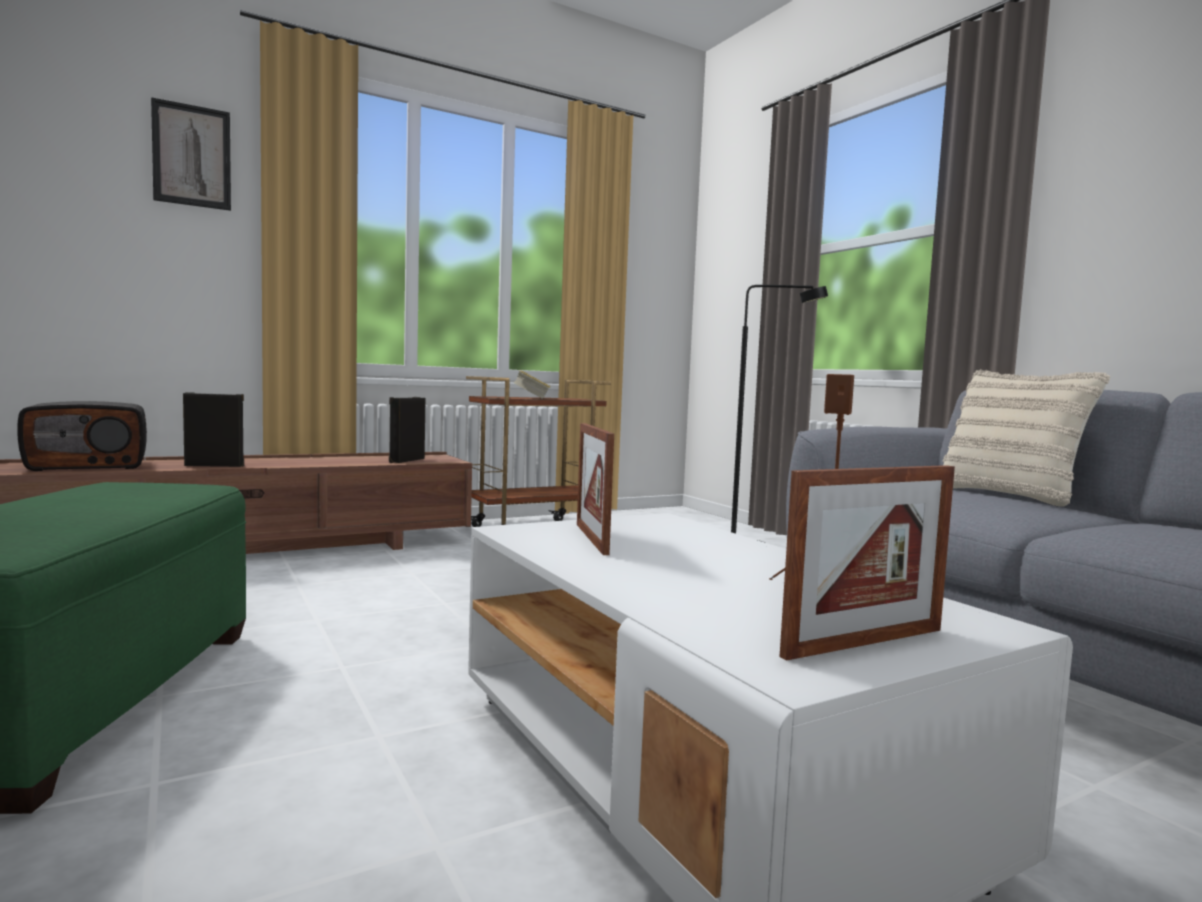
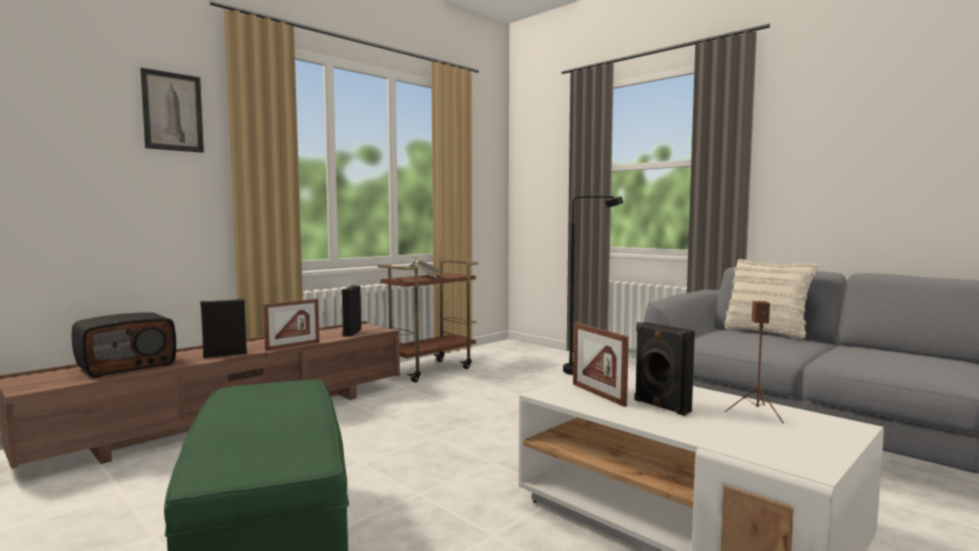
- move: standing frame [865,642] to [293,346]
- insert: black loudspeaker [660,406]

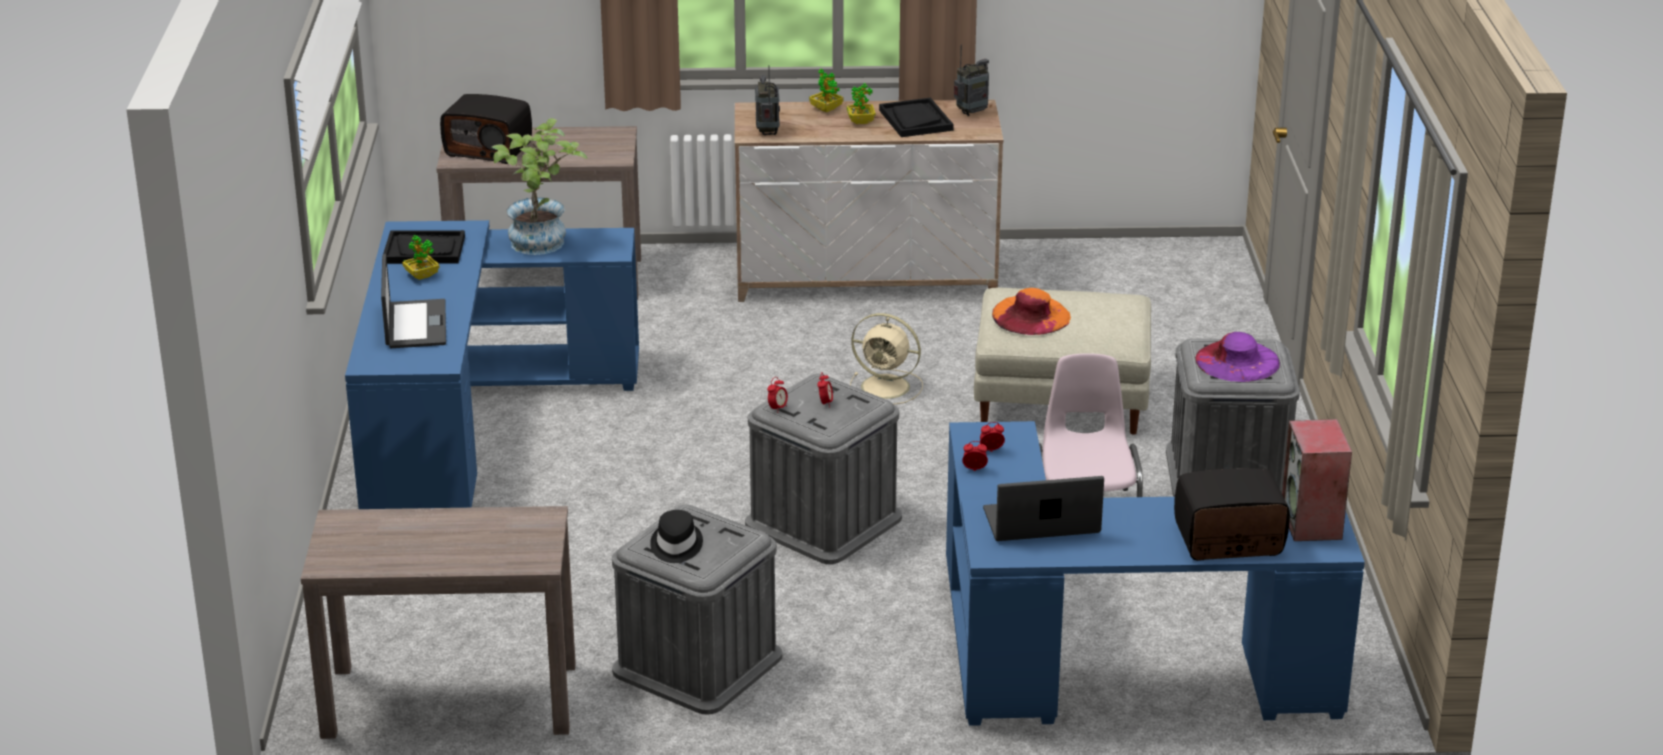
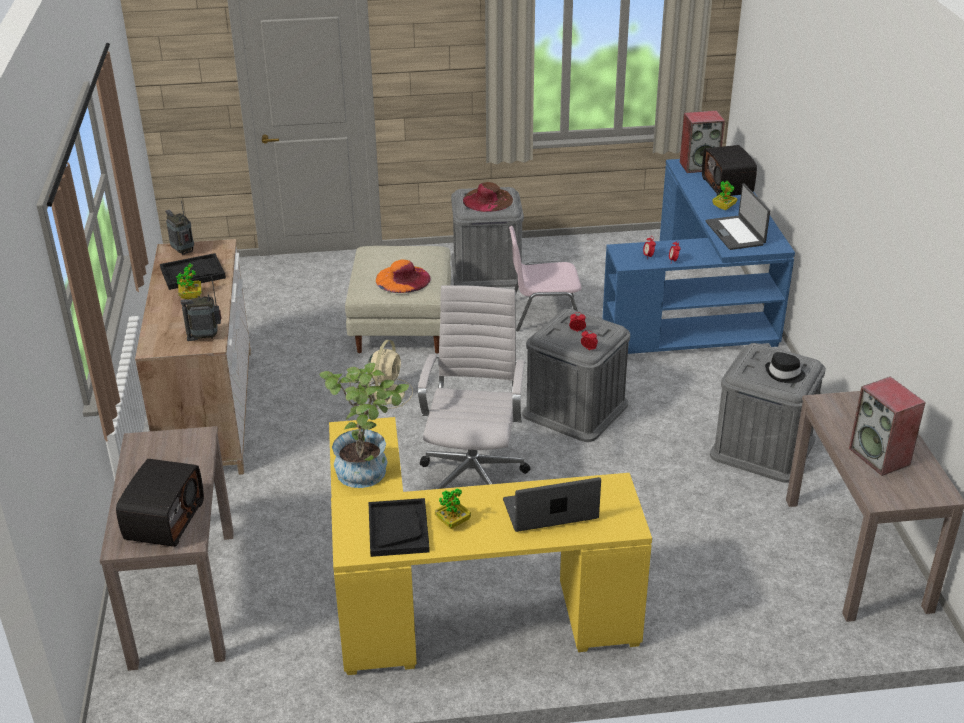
- recolor: bluish desk unit [469,418] to yellow-coloured desk unit [455,607]
- move: plant in a pot [826,109] to [724,207]
- recolor: purple hat [1237,361] to brown hat [487,200]
- insert: whitish office chair [473,475]
- insert: loudspeaker [880,456]

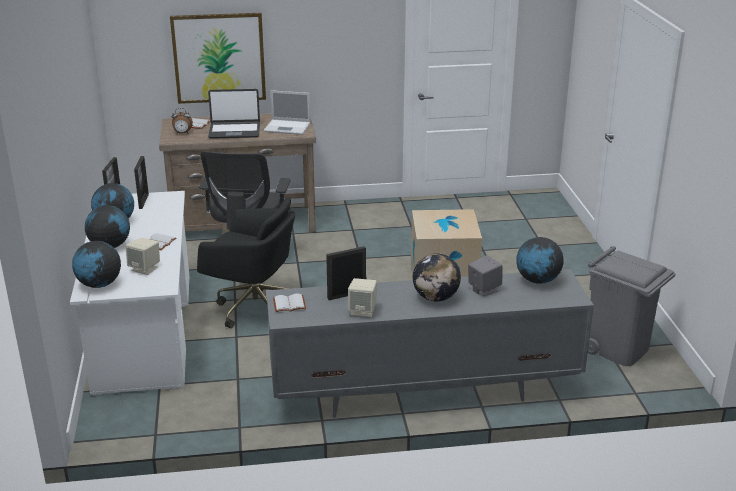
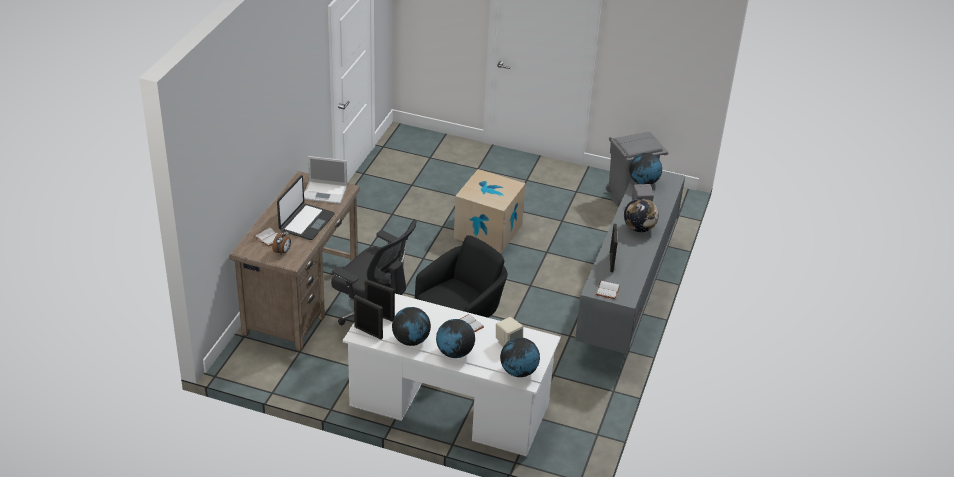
- delete: wall art [219,58]
- rotate: notebook computer [288,127] = [325,192] 60 degrees clockwise
- delete: beige-coloured loudspeaker [362,311]

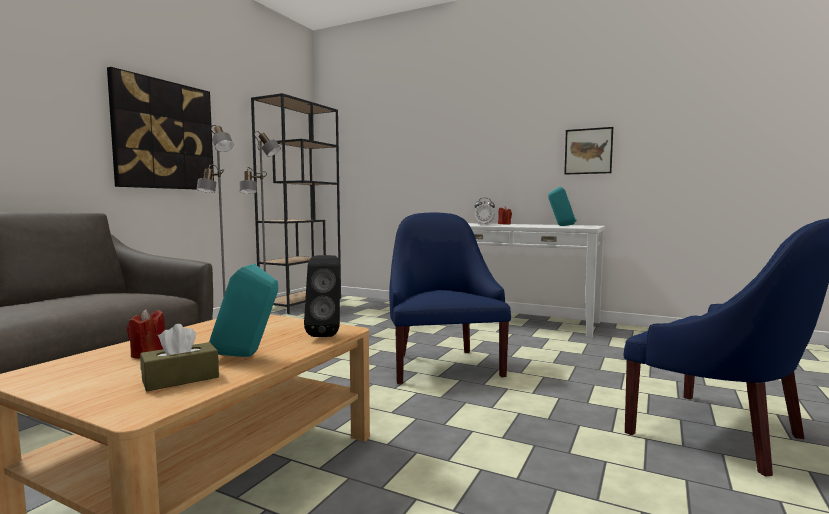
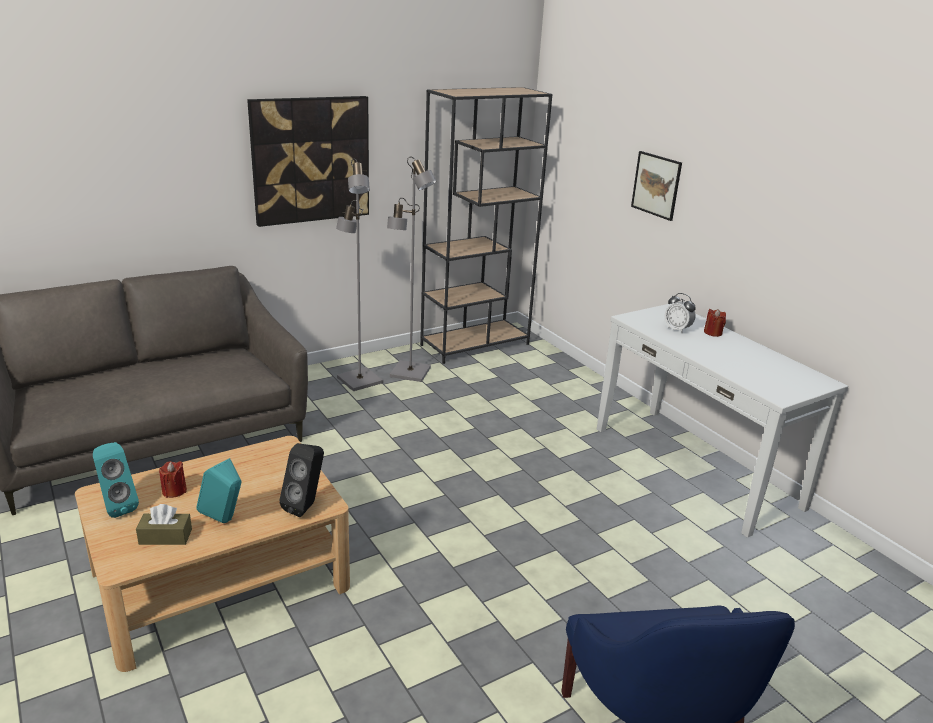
- delete: bluish armchair [442,365]
- move: blue-green loudspeaker [561,226] to [117,507]
- move: wall art [588,151] to [656,185]

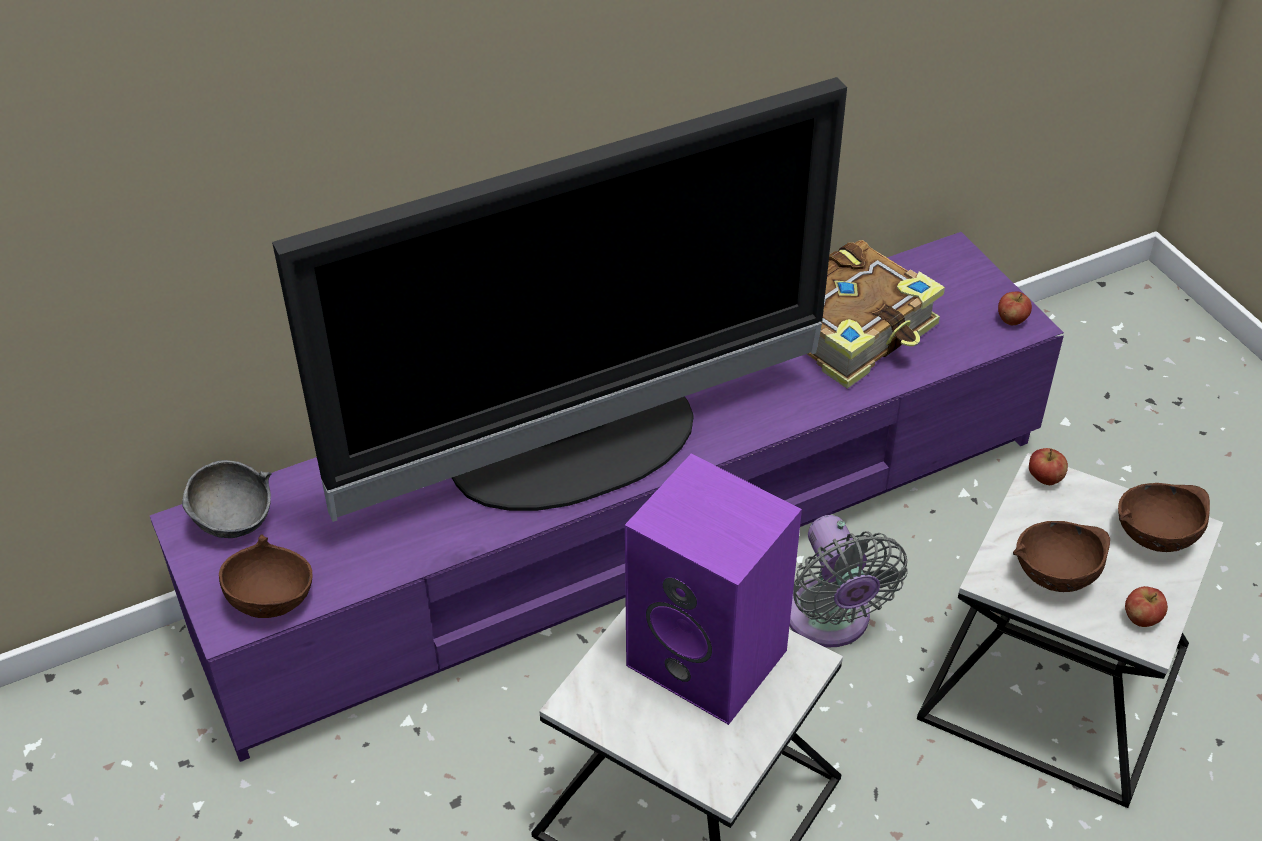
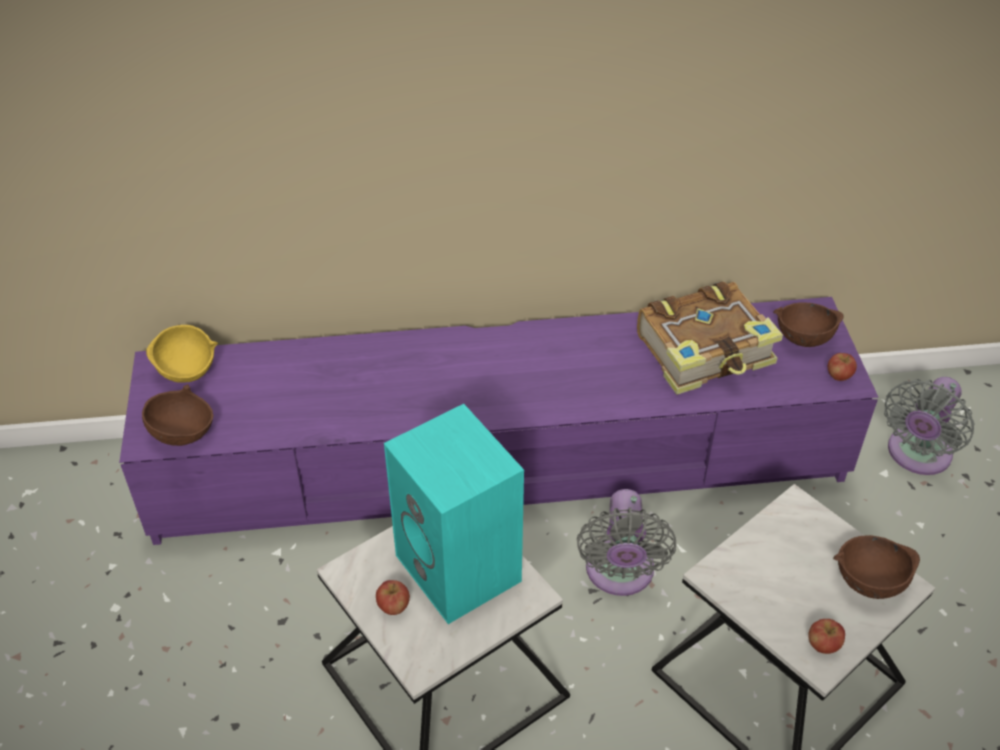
- recolor: greyish deep dish [234,521] to yellow-coloured deep dish [187,371]
- delete: television [579,453]
- recolor: purple loudspeaker [711,657] to blue-green loudspeaker [462,569]
- move: brown deep dish [1054,573] to [803,337]
- move: whole apple [1044,478] to [393,607]
- insert: greyish electric fan [916,455]

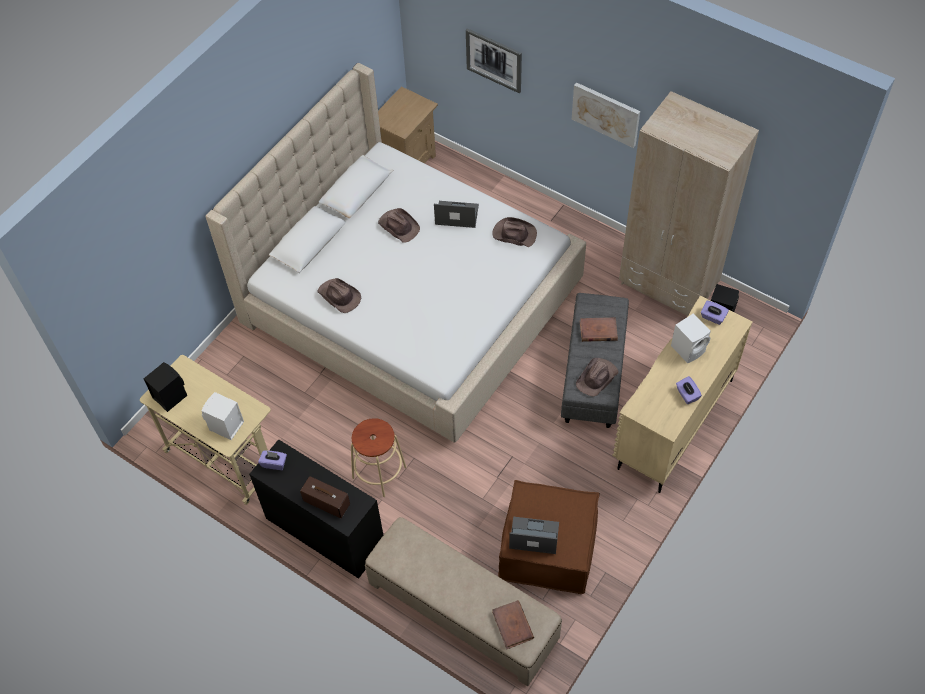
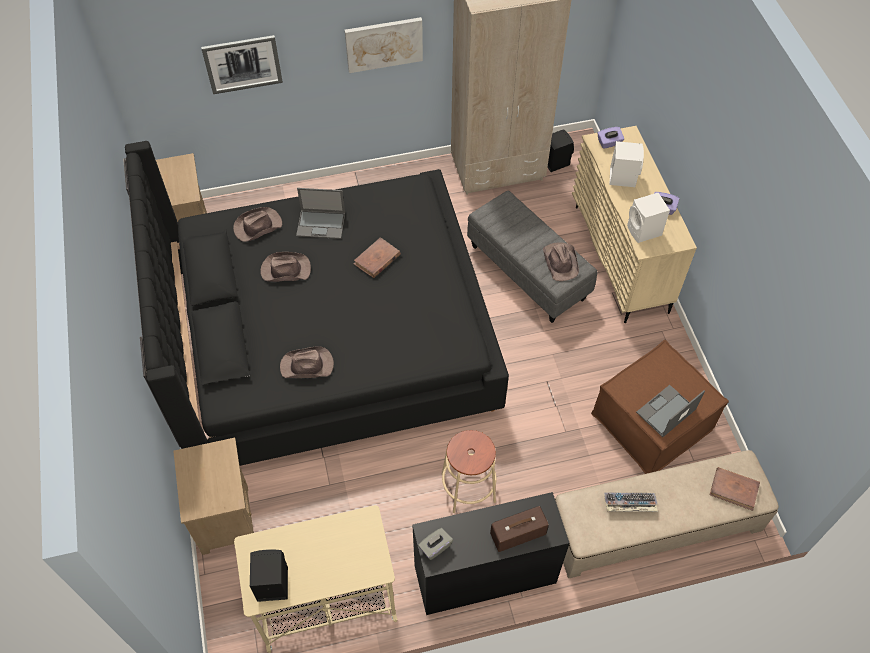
- move: whitish loudspeaker [225,426] to [644,231]
- recolor: beige-coloured bedroom bed [410,302] to black bedroom bed [328,338]
- recolor: purple tissue box [274,463] to greyish tissue box [435,547]
- rotate: notebook computer [456,214] = [321,224] 135 degrees counterclockwise
- move: brown hat [514,234] to [257,226]
- move: brown book [598,331] to [377,259]
- insert: beige-coloured bedside table [227,517]
- insert: keyboard [629,504]

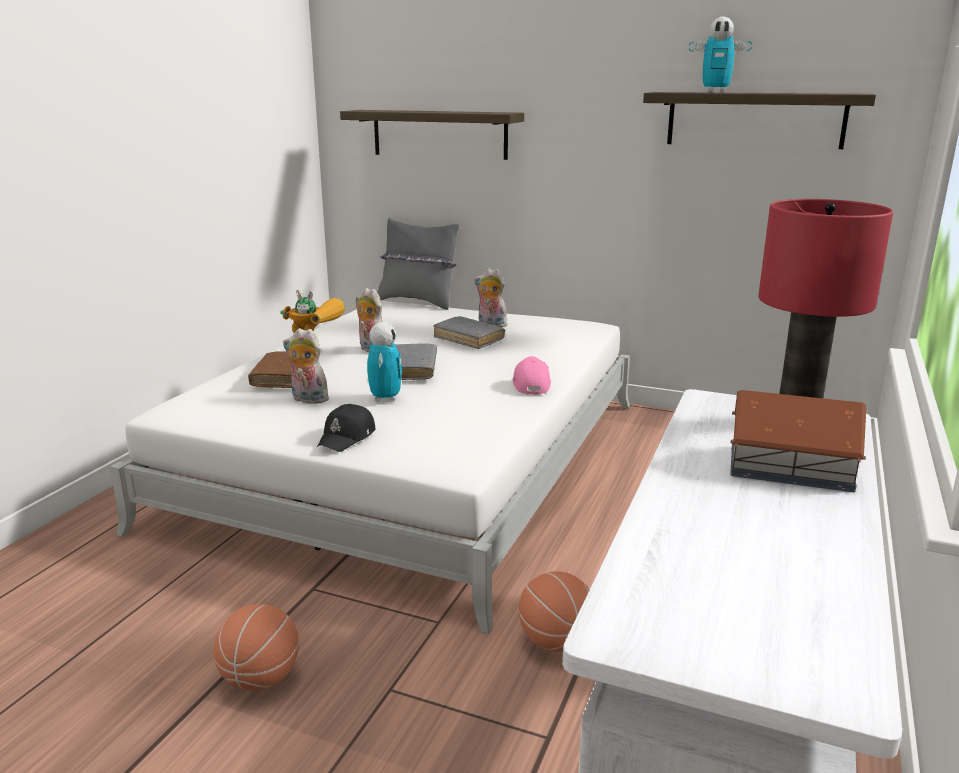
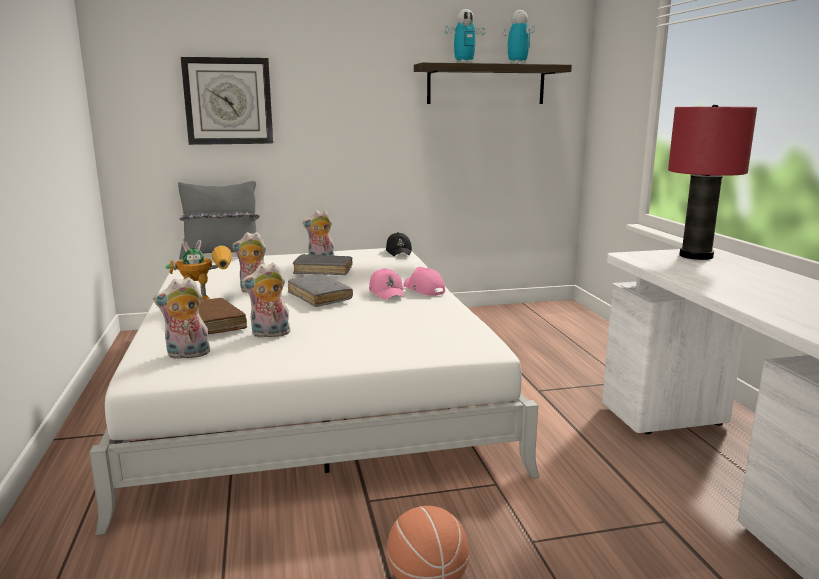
- move: black baseball cap [347,437] to [399,252]
- replace: bracket shelf [439,134] to clock on the wall [228,101]
- move: model robot [385,398] to [517,64]
- delete: basketball ball [555,641]
- delete: toy house [791,468]
- insert: cuddly toy [187,355]
- insert: pink-coloured baseball cap [387,292]

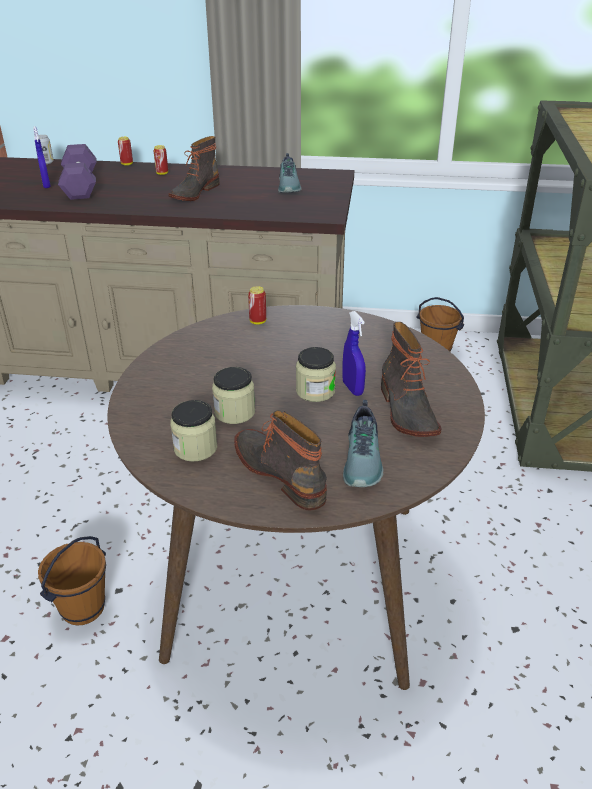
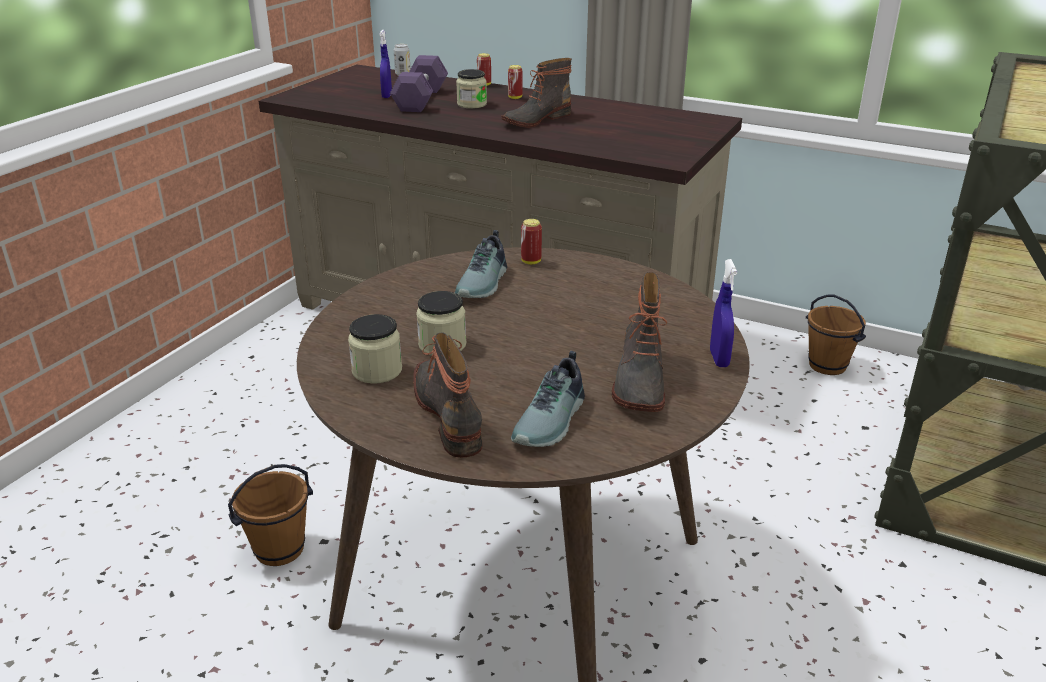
- move: shoe [290,186] to [484,283]
- move: preserve jar [315,391] to [472,104]
- move: bluish sprayer [352,388] to [719,359]

